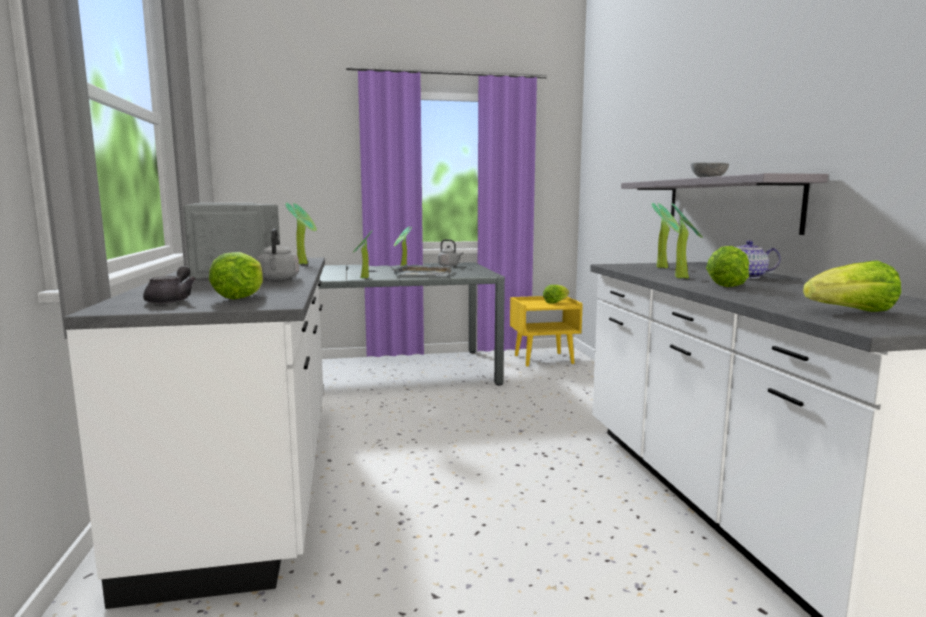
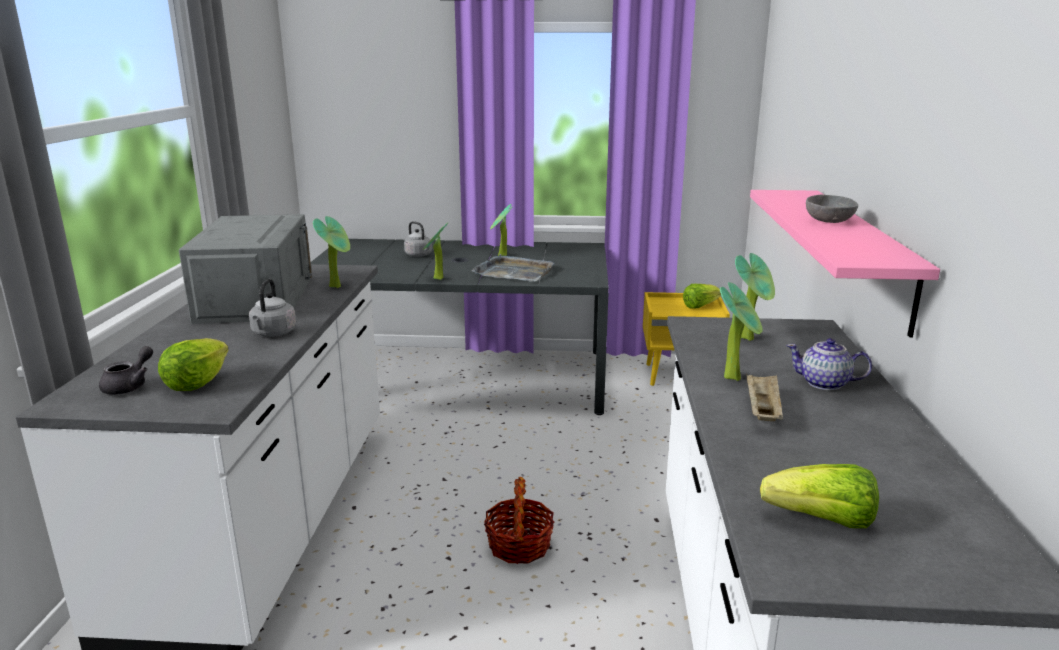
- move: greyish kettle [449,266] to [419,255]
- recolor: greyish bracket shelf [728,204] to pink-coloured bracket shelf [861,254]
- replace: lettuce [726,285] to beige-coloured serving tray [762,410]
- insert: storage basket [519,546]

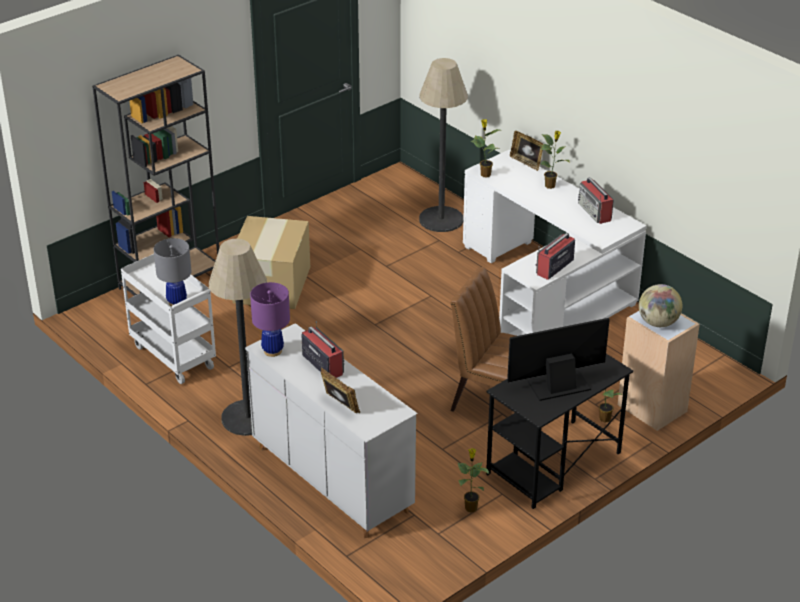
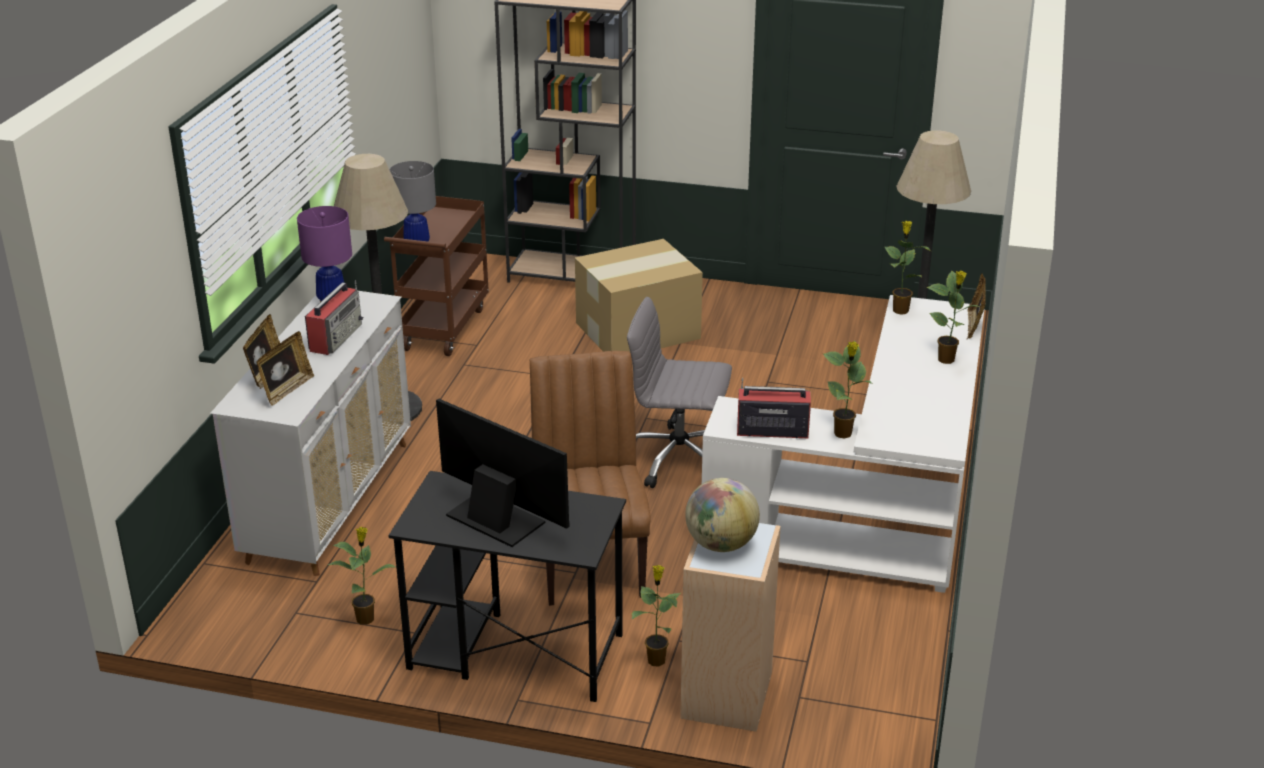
- recolor: whitish wheeled cart [175,359] to brown wheeled cart [443,331]
- delete: radio receiver [595,212]
- insert: standing frame [286,390]
- insert: greyish office chair [677,458]
- insert: plant in a pot [843,434]

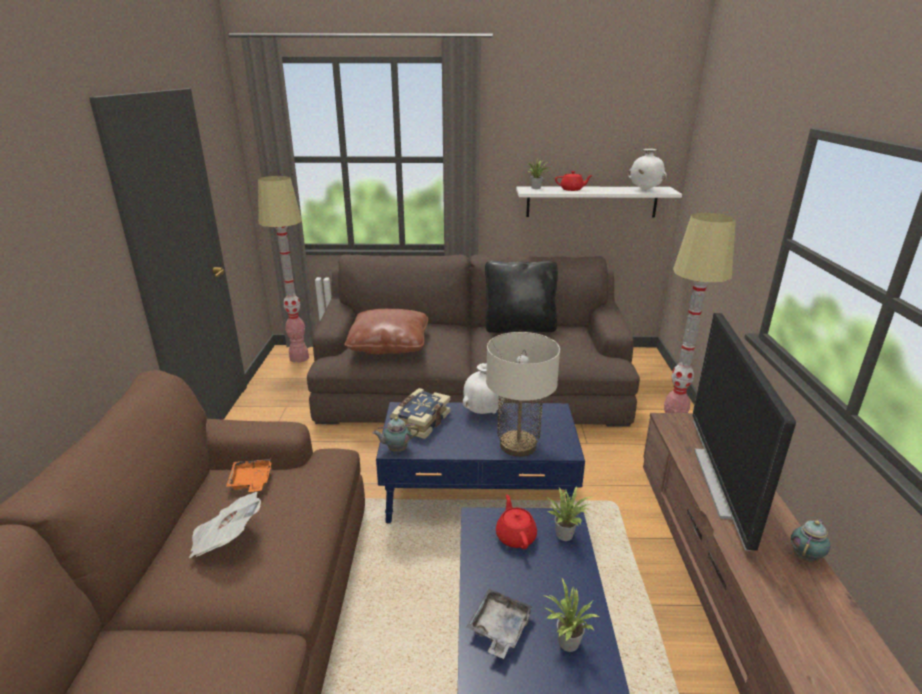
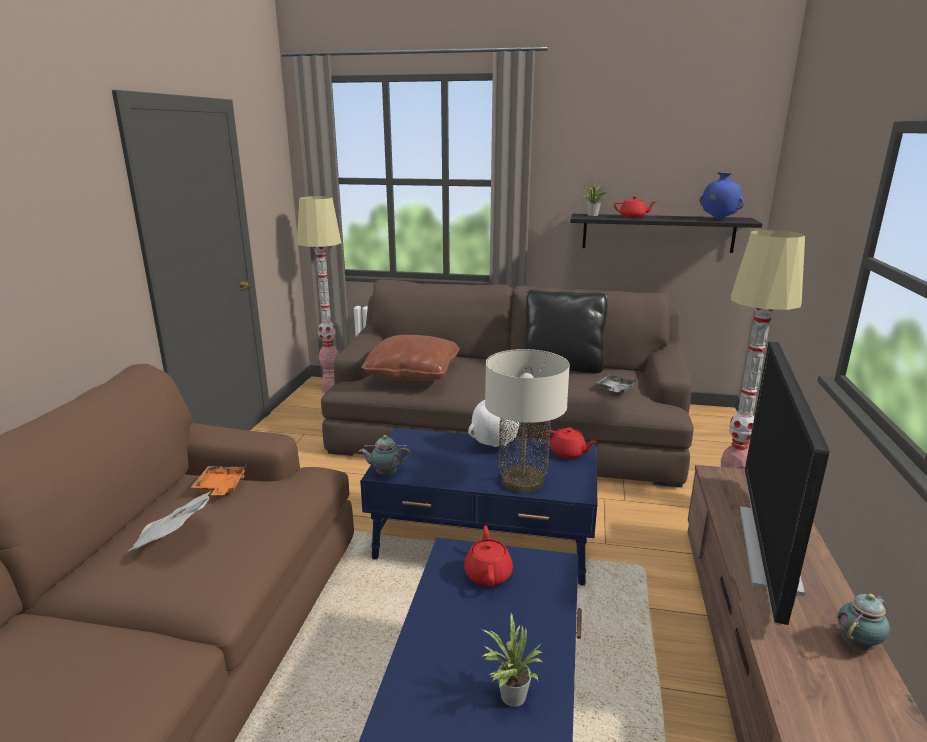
- delete: book [420,421]
- move: greyish serving tray [499,628] to [615,389]
- recolor: whitish bracket shelf [591,201] to black bracket shelf [657,233]
- delete: plant in a pot [565,533]
- recolor: whitish decorative vase [644,190] to bluish decorative vase [718,219]
- insert: red pot for tea [568,453]

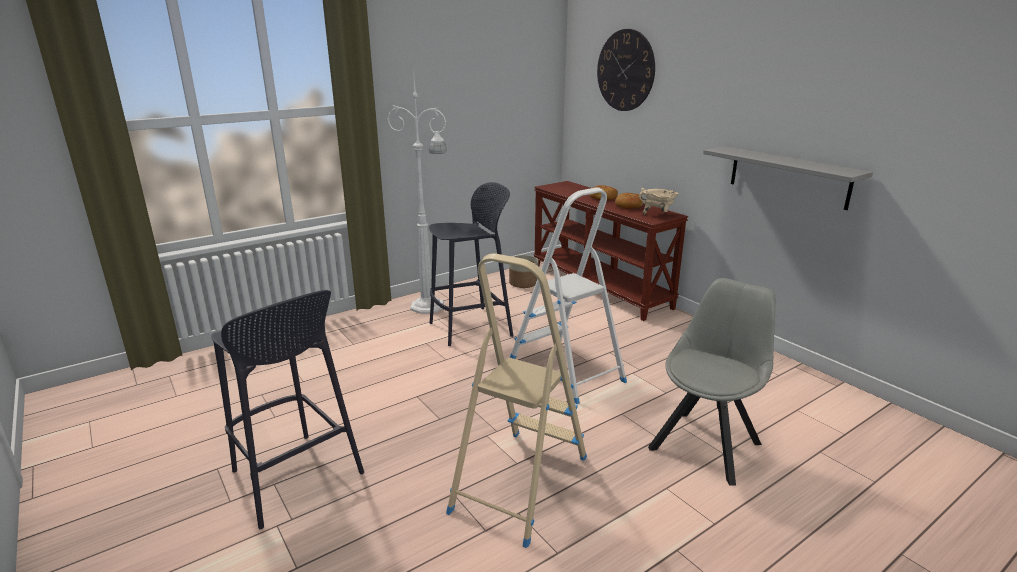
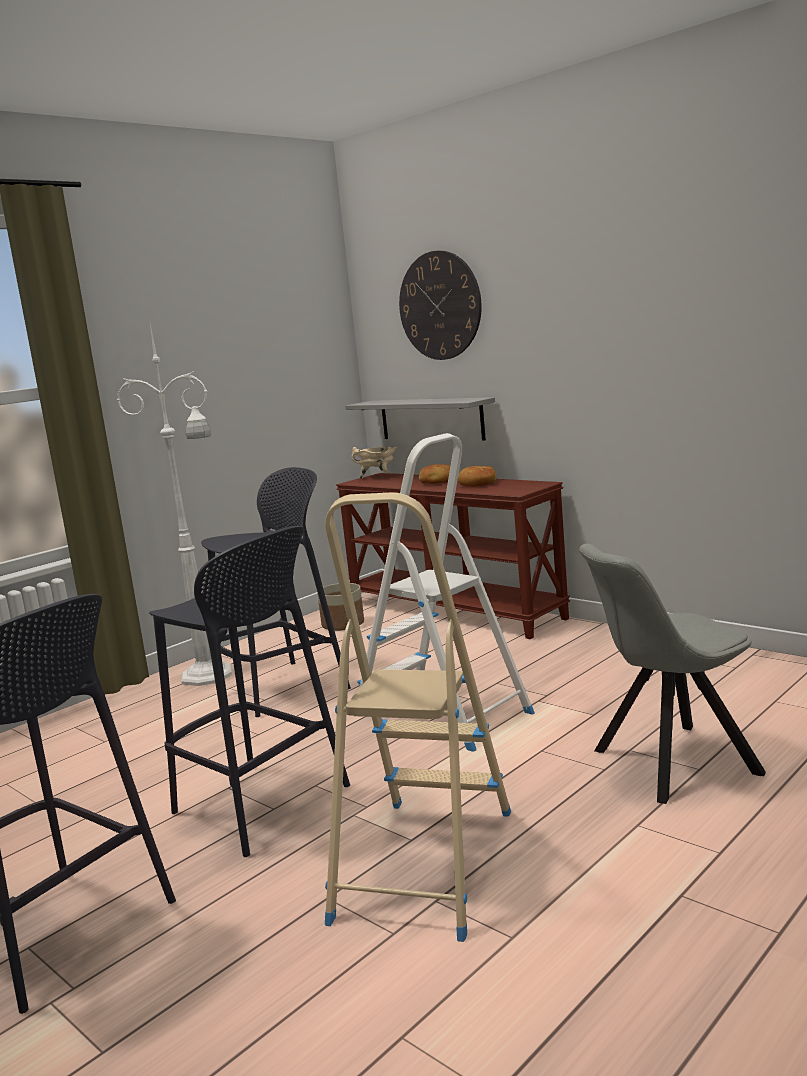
- move: beige-coloured cooking pot [657,214] to [378,477]
- rotate: greyish upright chair [706,444] = [671,763] 135 degrees counterclockwise
- move: greyish bracket shelf [788,177] to [431,419]
- insert: greyish stool seat [259,805]

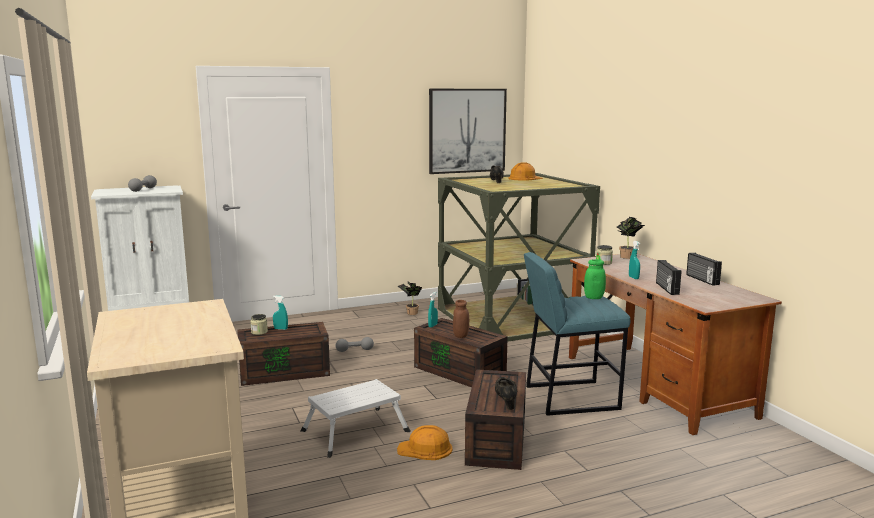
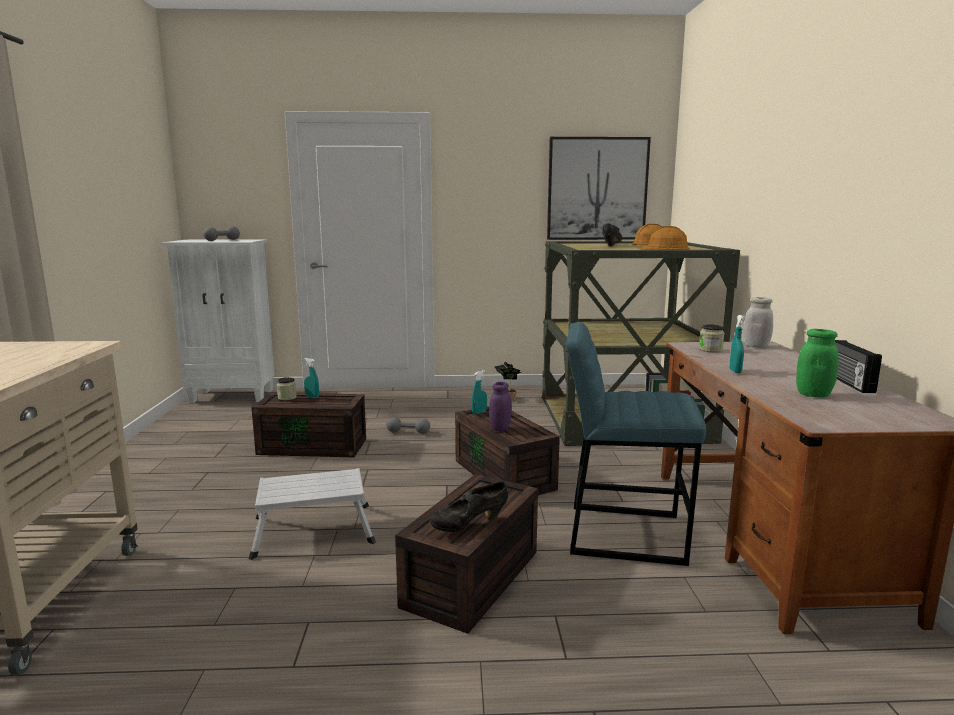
- move: orangey work helmet [425,449] to [664,249]
- recolor: brown preserve jar [460,336] to purple preserve jar [500,428]
- rotate: black shoe [505,400] = [469,525] 135 degrees counterclockwise
- move: green-coloured preserve jar [594,297] to [813,394]
- replace: plant in a pot [628,257] to whitish preserve jar [756,346]
- delete: radio receiver [666,288]

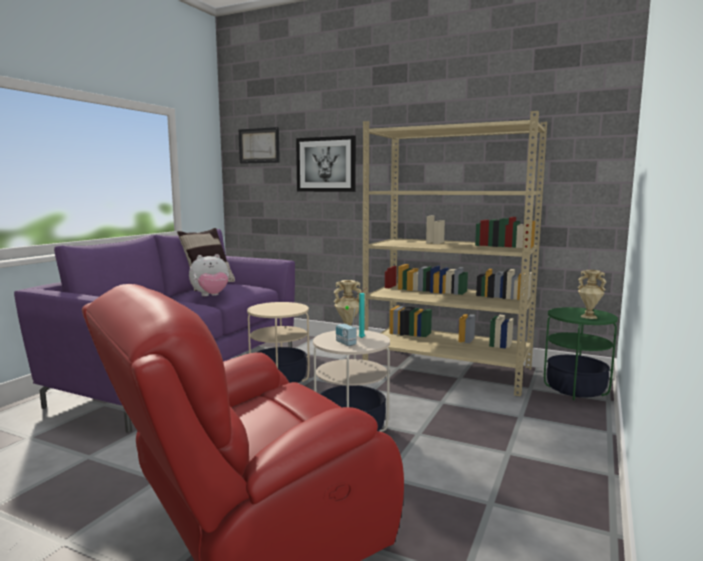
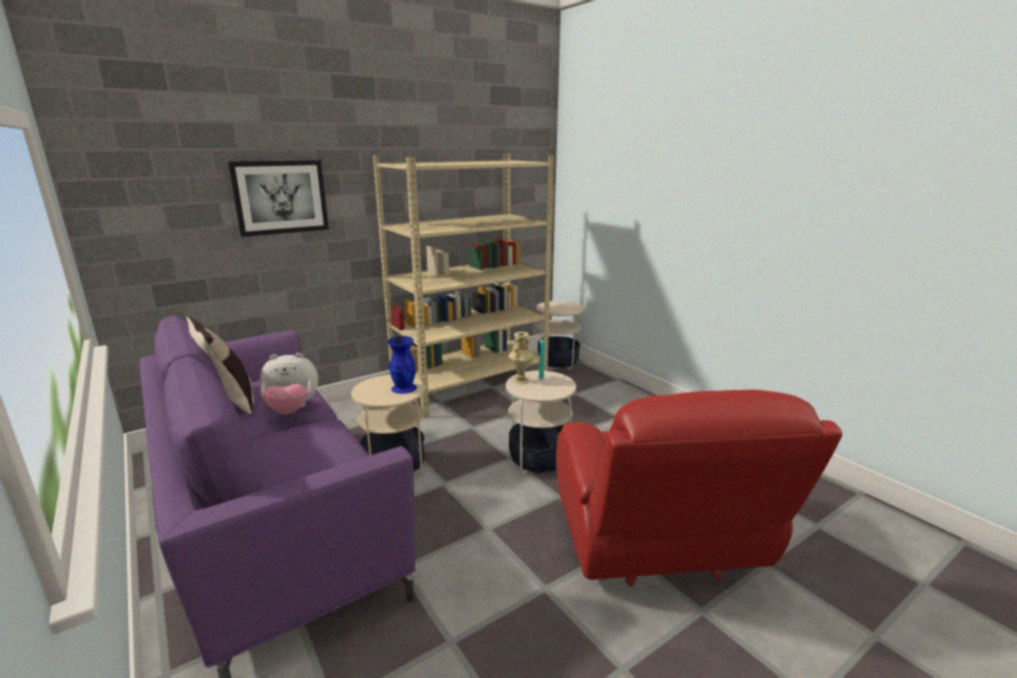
- rotate: cuddly toy [211,296] = [292,410] 75 degrees clockwise
- delete: wall art [259,145]
- delete: radio receiver [345,343]
- recolor: green-coloured accent table [575,391] to beige-coloured accent table [558,363]
- delete: beige-coloured decorative vase [588,317]
- insert: bluish decorative vase [404,388]

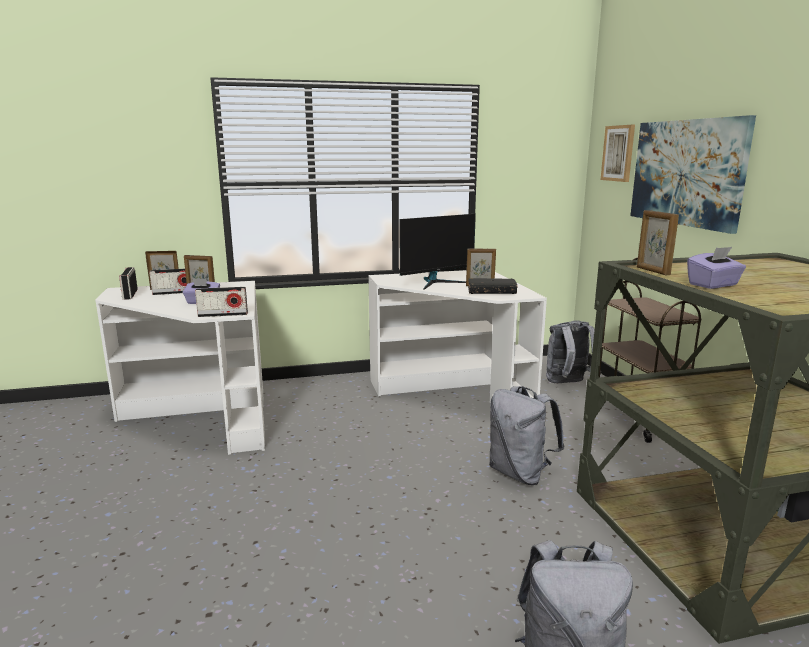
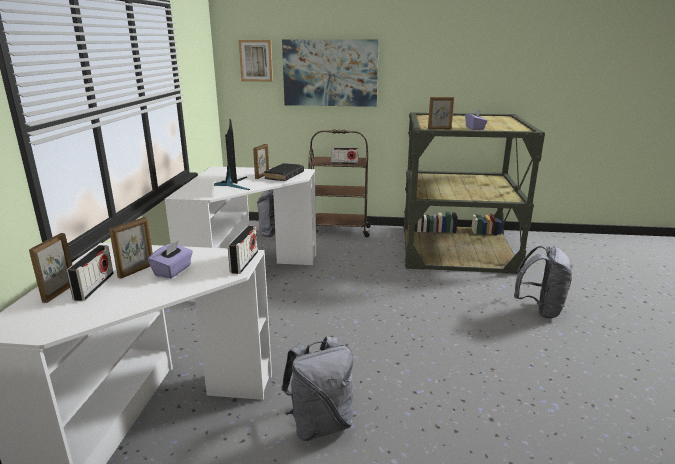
- move: radio receiver [130,294] to [344,163]
- move: greyish backpack [520,473] to [320,424]

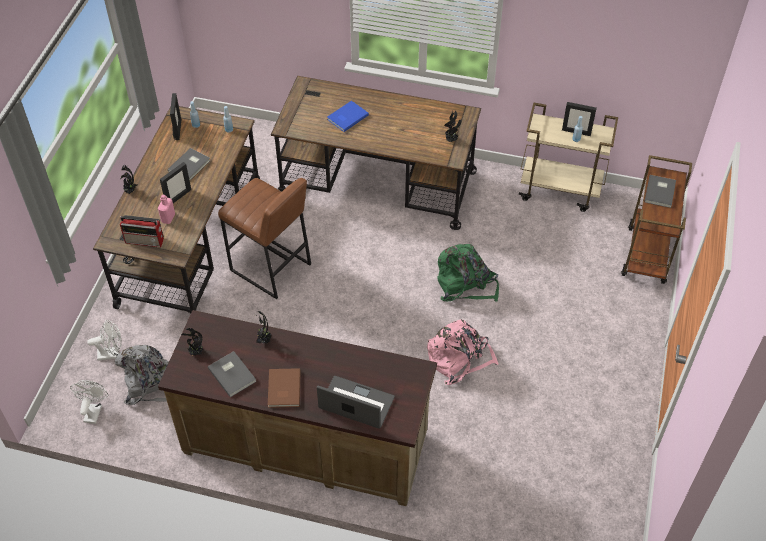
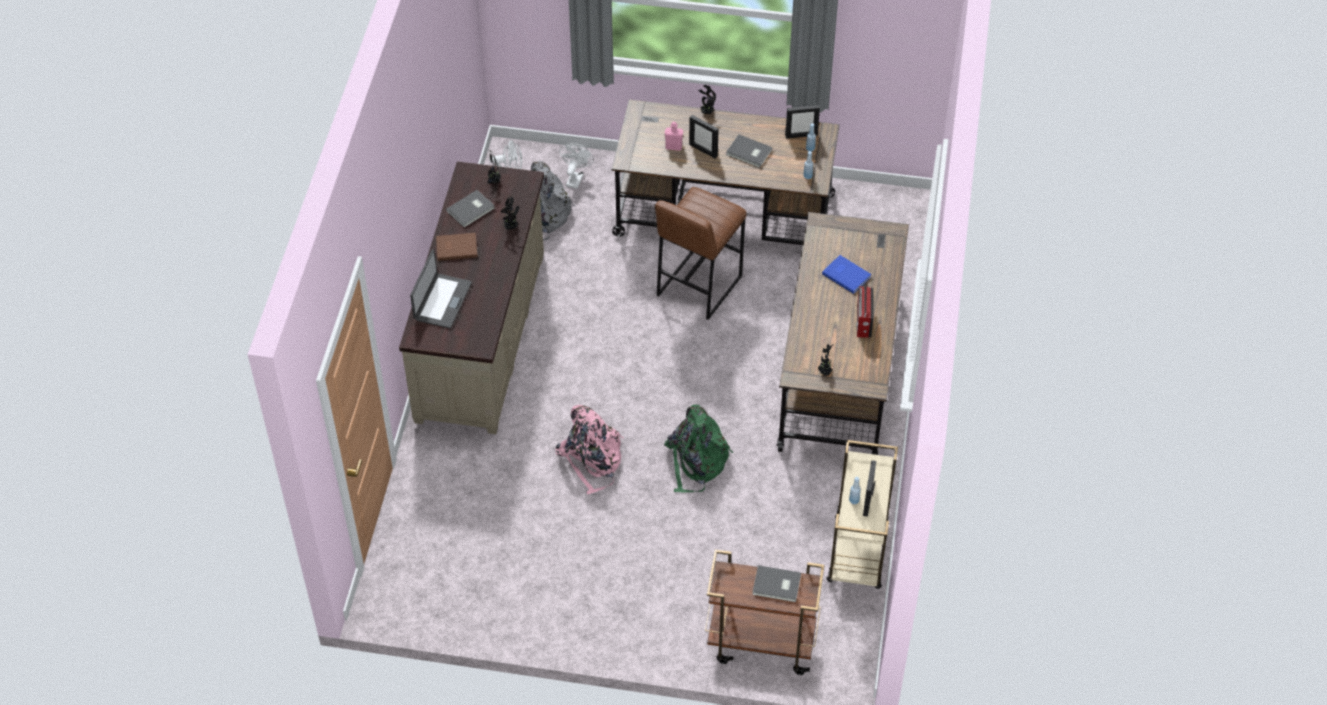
- rotate: whitish electric fan [112,353] = [575,178] 150 degrees counterclockwise
- move: radio receiver [145,240] to [863,322]

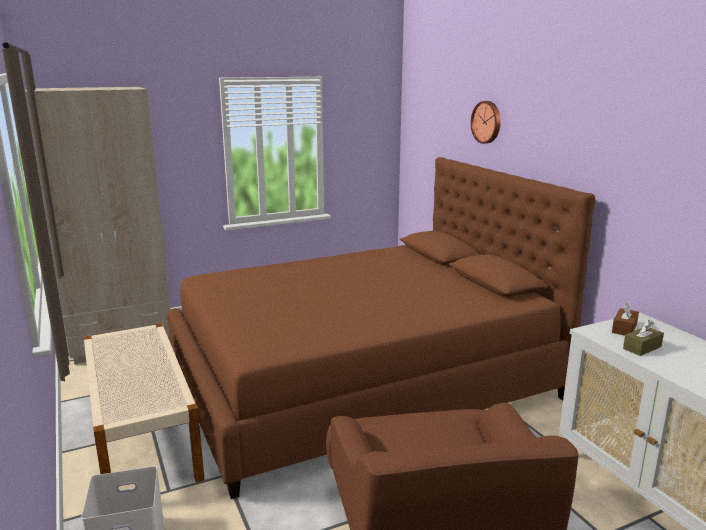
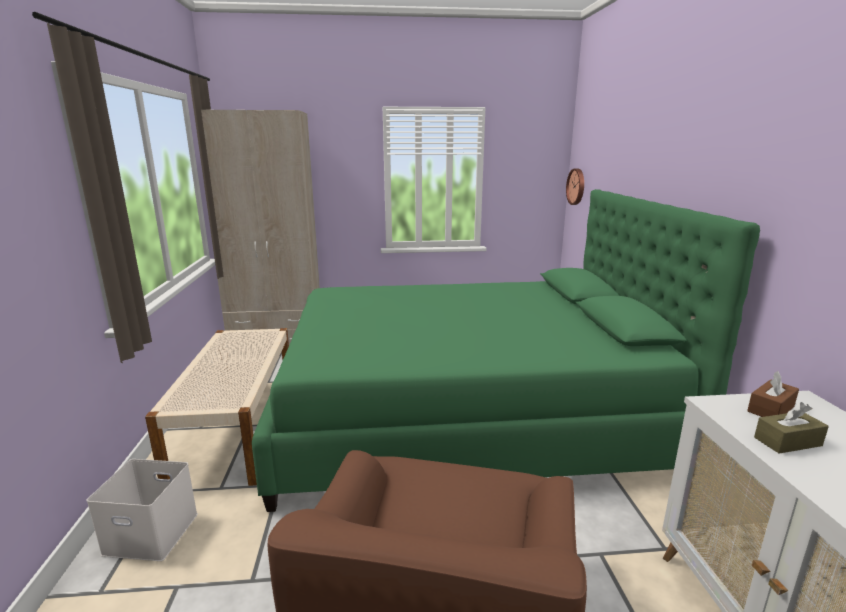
- recolor: brown bedroom bed [363,381] to green-coloured bedroom bed [467,415]
- move: clock on the wall [487,122] to [577,186]

